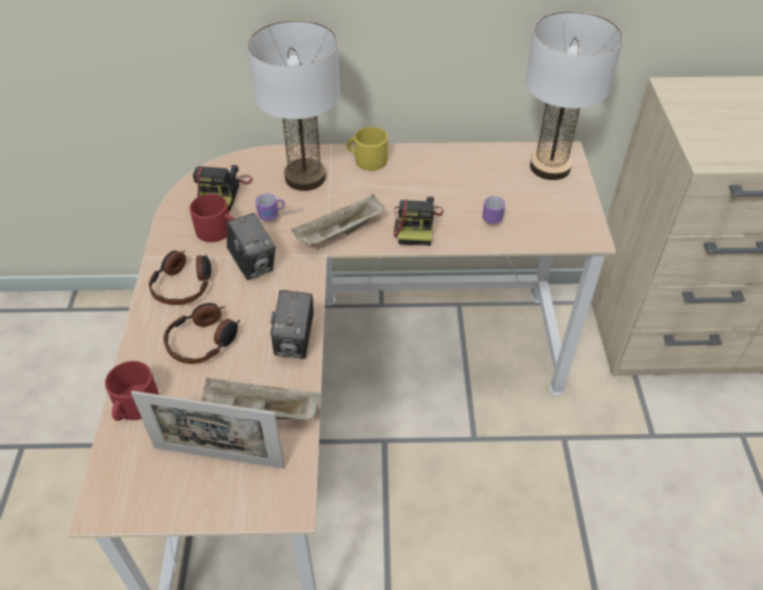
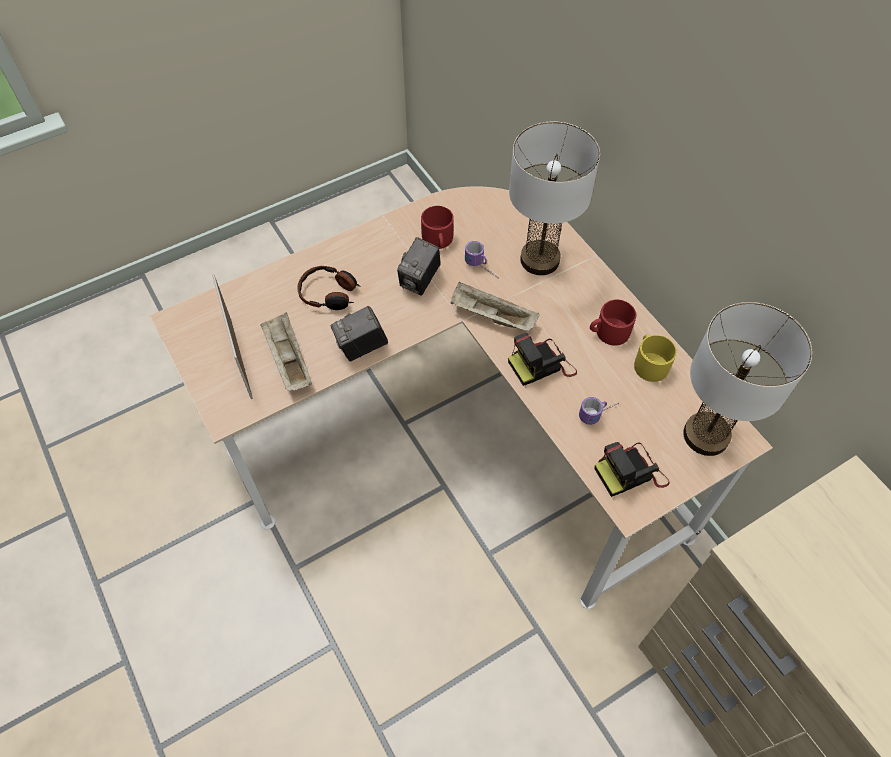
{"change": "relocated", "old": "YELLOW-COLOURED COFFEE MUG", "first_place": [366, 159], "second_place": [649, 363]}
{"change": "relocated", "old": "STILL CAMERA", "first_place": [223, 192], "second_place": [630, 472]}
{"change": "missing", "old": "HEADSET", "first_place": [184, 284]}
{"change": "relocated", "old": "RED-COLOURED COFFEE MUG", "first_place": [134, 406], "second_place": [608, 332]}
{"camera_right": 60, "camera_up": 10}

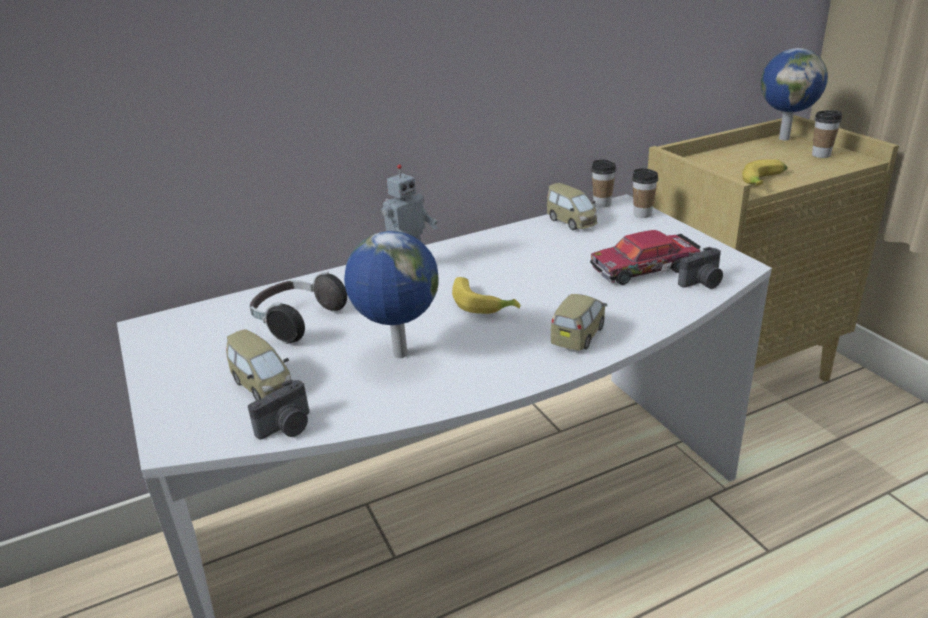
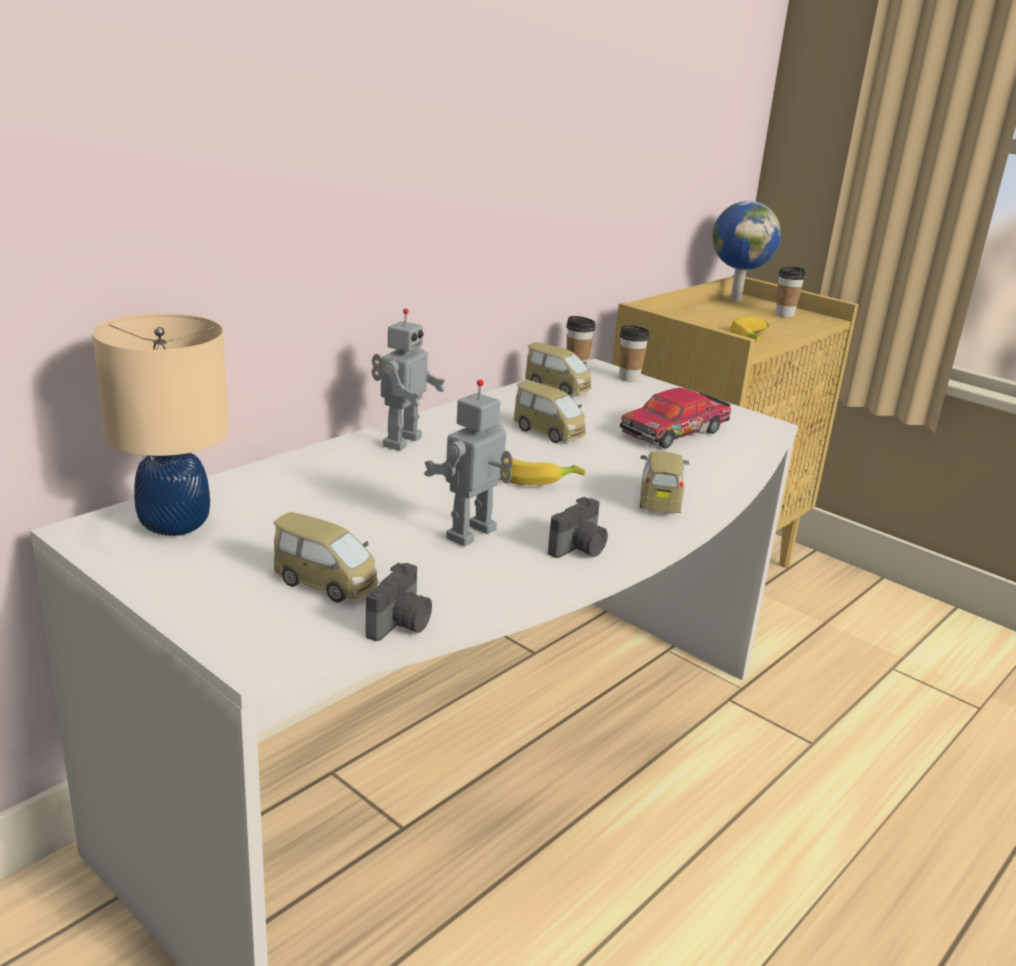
{"change": "exchanged", "old": "GLOBE", "new": "TOY ROBOT", "first_place": [399, 355], "second_place": [473, 535]}
{"change": "relocated", "old": "STILL CAMERA", "first_place": [702, 283], "second_place": [579, 549]}
{"change": "missing", "old": "HEADSET", "first_place": [296, 322]}
{"change": "appeared", "new": "BEIGE-COLOURED TABLETOP LAMP", "second_place": [178, 526]}
{"change": "appeared", "new": "MINIATURE CAR", "second_place": [549, 432]}
{"camera_right": -25, "camera_up": -5}

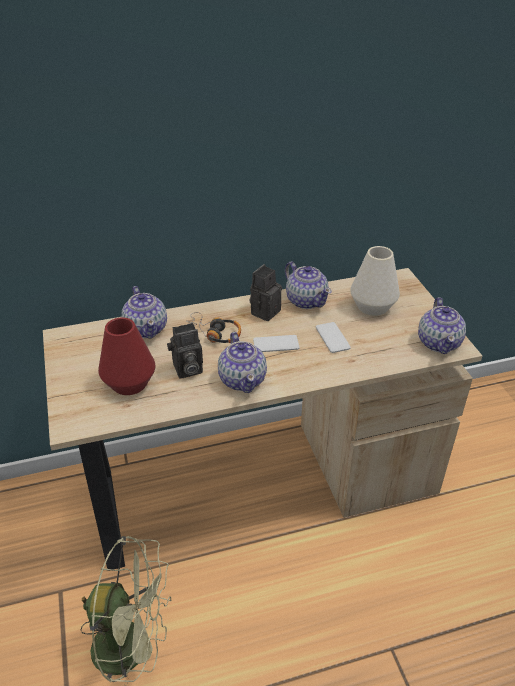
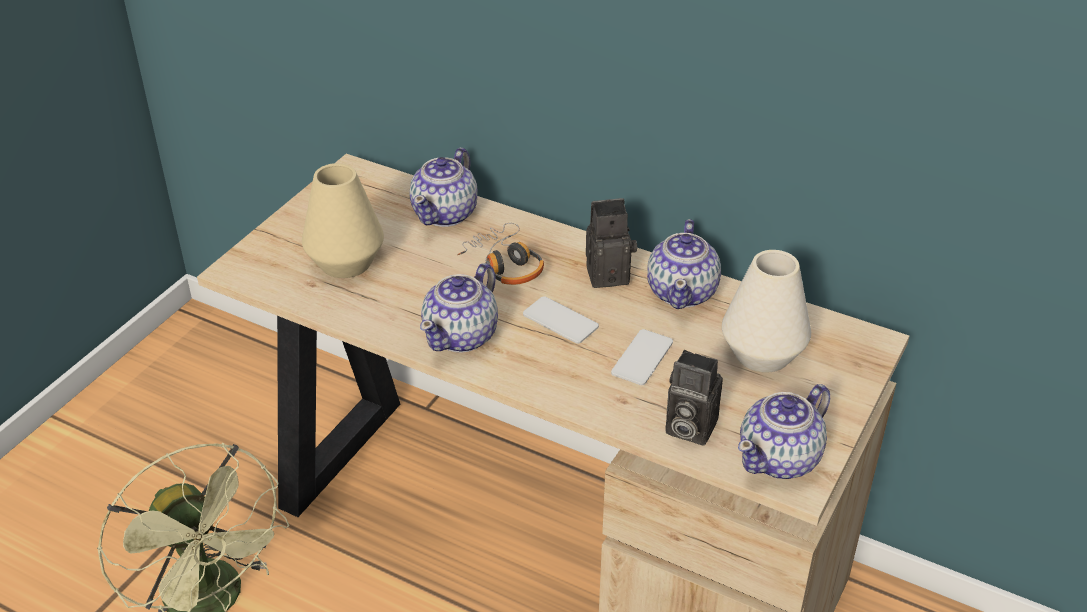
{"change": "colour", "old": "RED-COLOURED VASE", "new": "BEIGE-COLOURED VASE", "first_place": [129, 383], "second_place": [346, 262]}
{"change": "relocated", "old": "STILL CAMERA", "first_place": [186, 370], "second_place": [687, 428]}
{"camera_right": 45, "camera_up": 0}

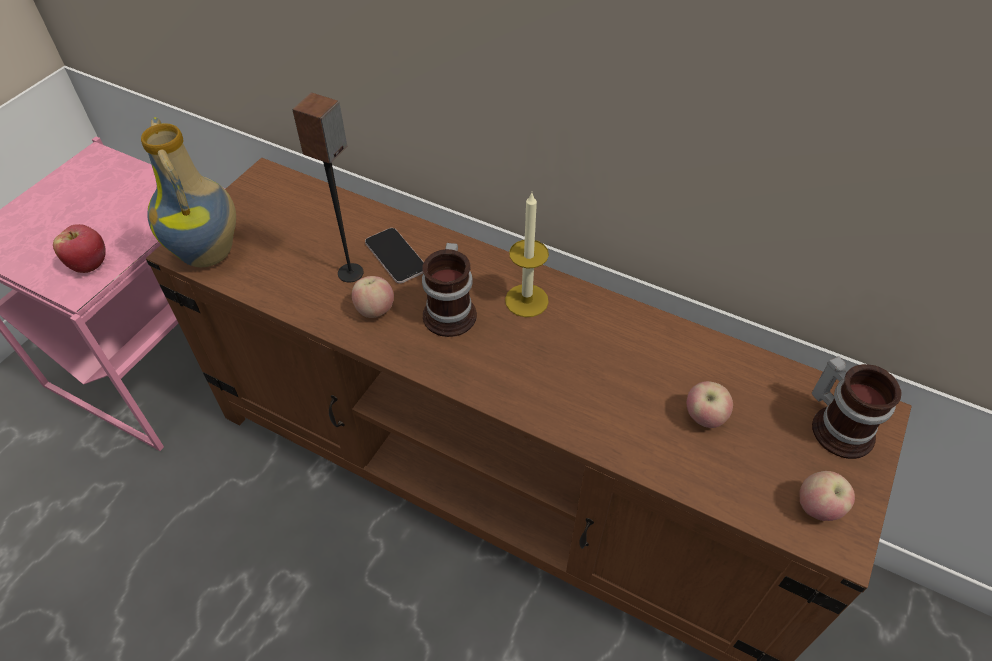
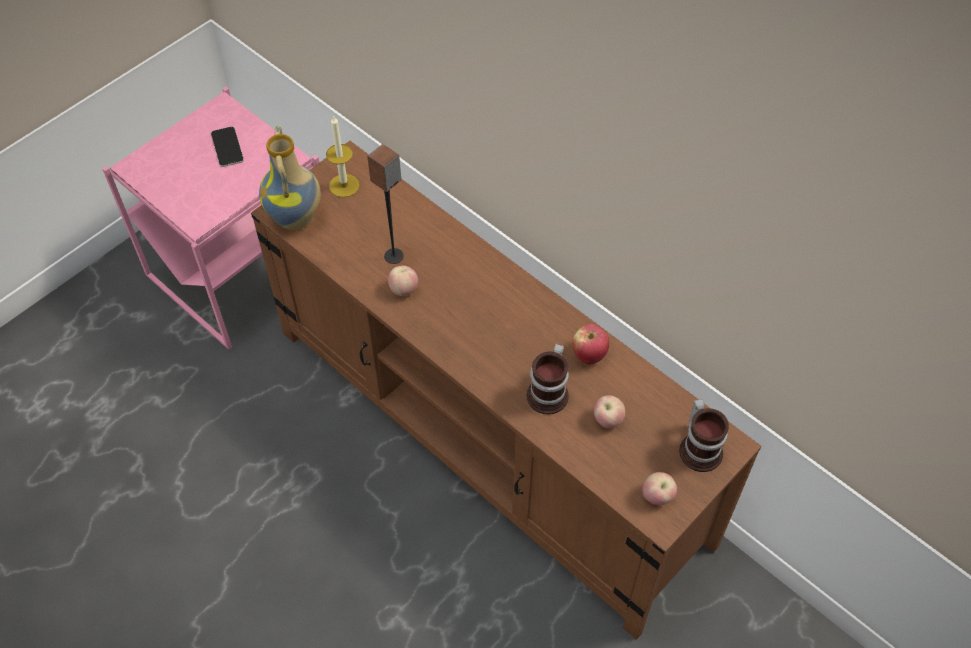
{"change": "relocated", "old": "WAX CANDLE", "first_place": [526, 300], "second_place": [344, 185]}
{"change": "relocated", "old": "APPLE", "first_place": [90, 265], "second_place": [588, 355]}
{"change": "relocated", "old": "TELEPHONE", "first_place": [396, 256], "second_place": [227, 147]}
{"change": "relocated", "old": "COFFEE MUG", "first_place": [453, 311], "second_place": [550, 393]}
{"camera_right": 15, "camera_up": 5}

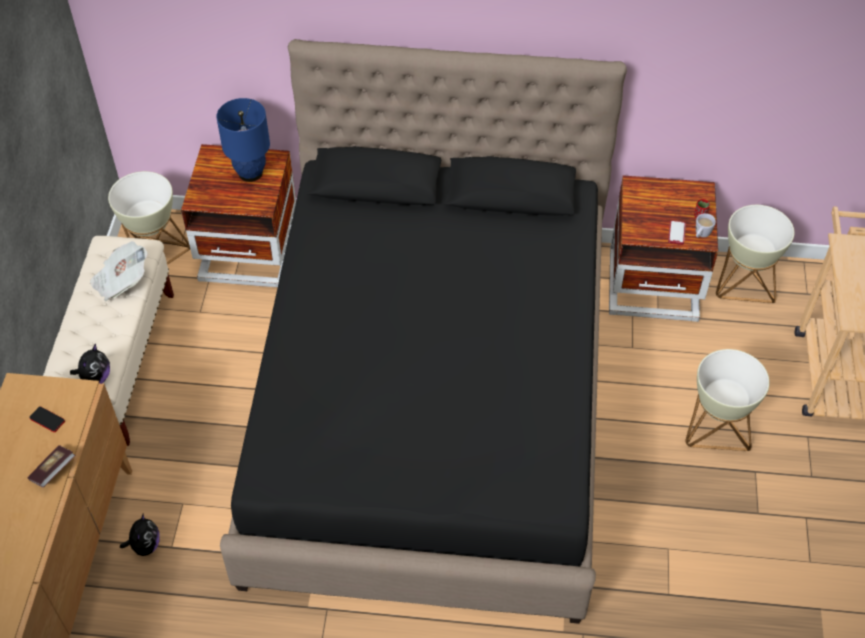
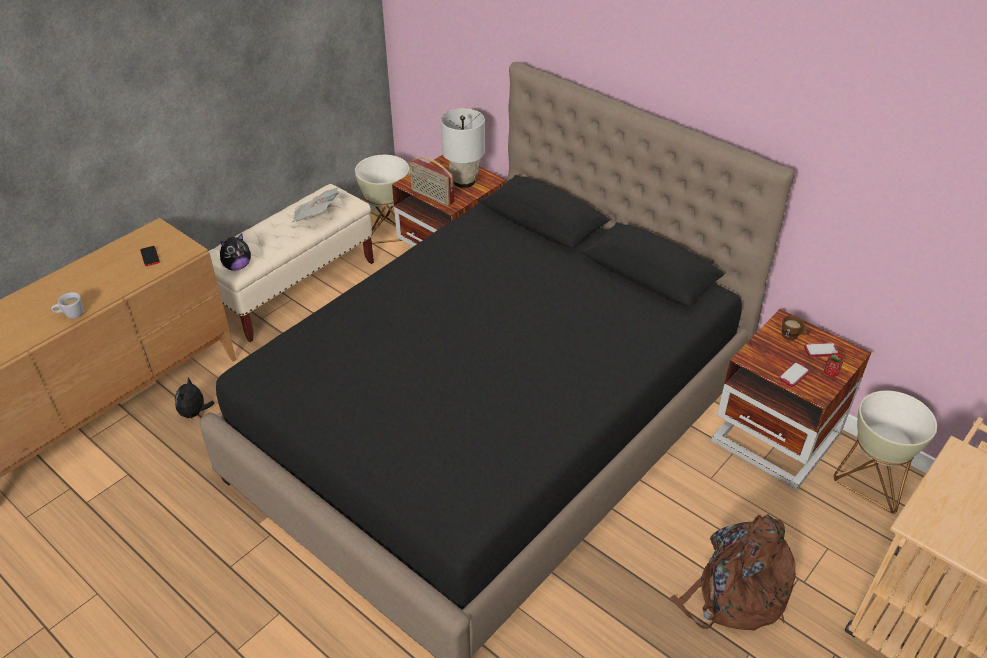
{"change": "colour", "old": "BLUISH TABLETOP LAMP", "new": "WHITE-COLOURED TABLETOP LAMP", "first_place": [250, 173], "second_place": [464, 181]}
{"change": "relocated", "old": "WHITE-COLOURED COFFEE MUG", "first_place": [701, 235], "second_place": [71, 315]}
{"change": "exchanged", "old": "PLANTER", "new": "BROWN-COLOURED BACKPACK", "first_place": [714, 432], "second_place": [734, 593]}
{"change": "missing", "old": "VOLUME", "first_place": [53, 471]}
{"change": "spun", "old": "PLUSH TOY", "first_place": [145, 545], "second_place": [195, 413], "degrees": 150}
{"change": "appeared", "new": "RADIO", "second_place": [432, 196]}
{"change": "appeared", "new": "BROWN-COLOURED COFFEE MUG", "second_place": [793, 337]}
{"change": "appeared", "new": "TELEPHONE", "second_place": [821, 351]}
{"camera_right": 35, "camera_up": -10}

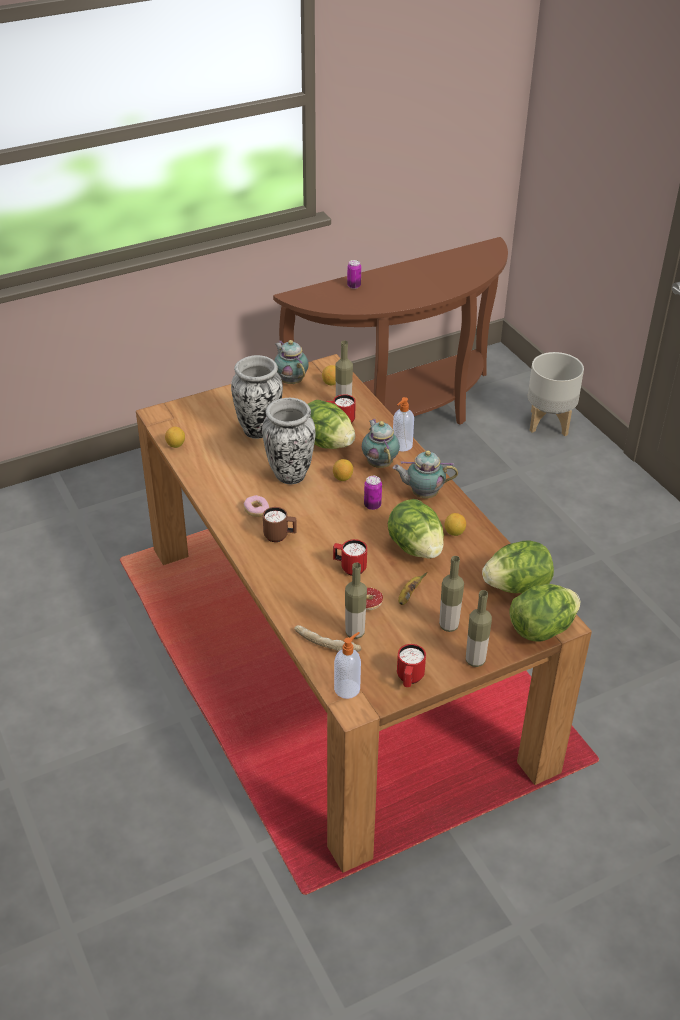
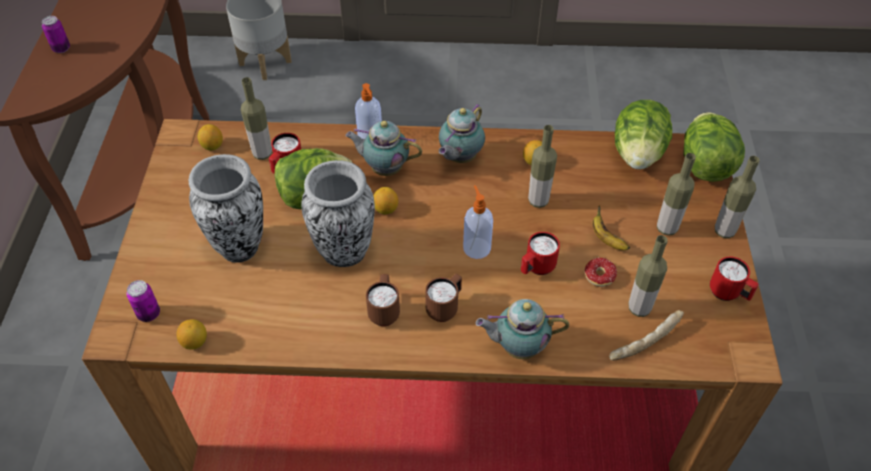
{"change": "relocated", "old": "TEAPOT", "first_place": [291, 380], "second_place": [518, 347]}
{"change": "relocated", "old": "METAL CAN", "first_place": [372, 505], "second_place": [149, 314]}
{"change": "exchanged", "old": "DONUT", "new": "BROWN-COLOURED COFFEE MUG", "first_place": [256, 510], "second_place": [384, 311]}
{"change": "exchanged", "old": "LETTUCE", "new": "BEVERAGE BOTTLE", "first_place": [416, 548], "second_place": [538, 201]}
{"change": "relocated", "old": "SOAP BOTTLE", "first_place": [348, 688], "second_place": [476, 247]}
{"camera_right": -60, "camera_up": 10}

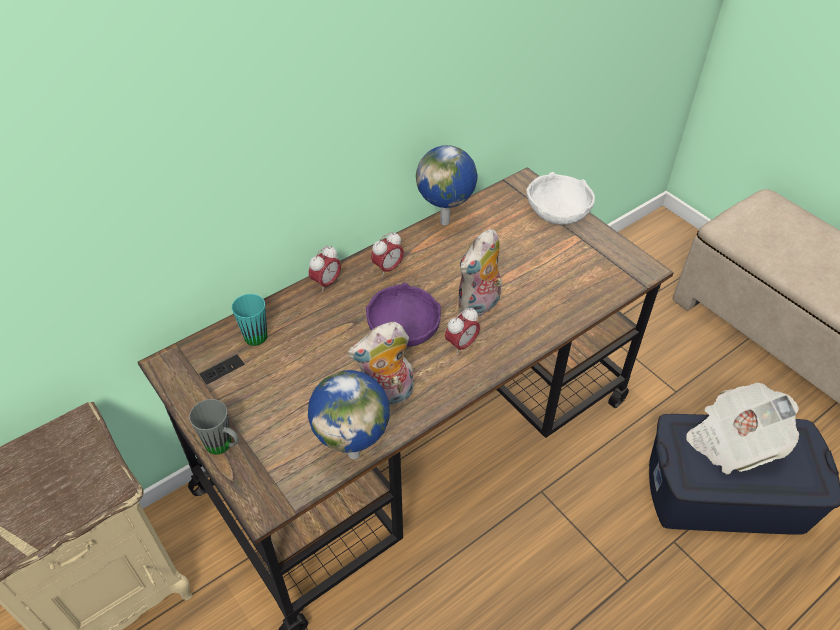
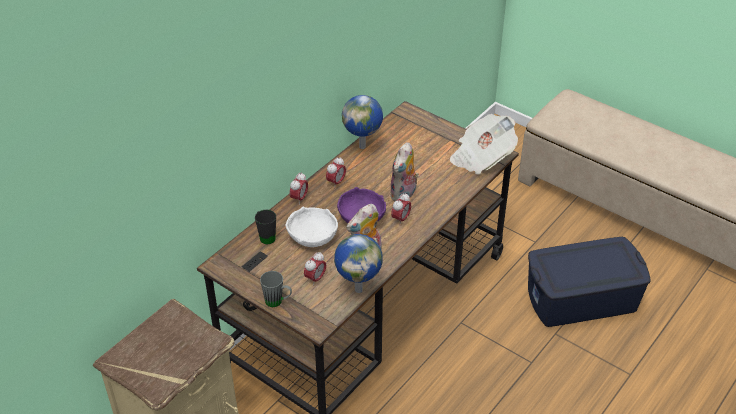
{"change": "relocated", "old": "WHITE-COLOURED DEEP DISH", "first_place": [558, 213], "second_place": [313, 237]}
{"change": "colour", "old": "BLUE-GREEN COFFEE MUG", "new": "BLACKISH COFFEE MUG", "first_place": [255, 332], "second_place": [265, 236]}
{"change": "relocated", "old": "PRINTED PAPER", "first_place": [733, 441], "second_place": [481, 157]}
{"change": "appeared", "new": "ALARM CLOCK", "second_place": [315, 279]}
{"camera_right": -15, "camera_up": -5}

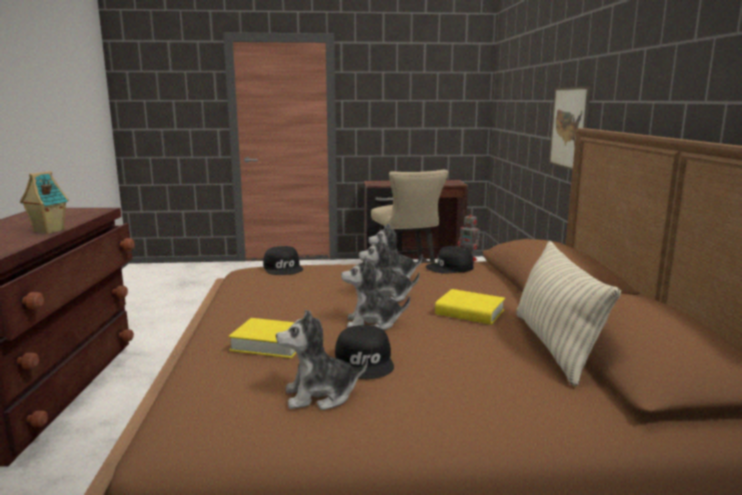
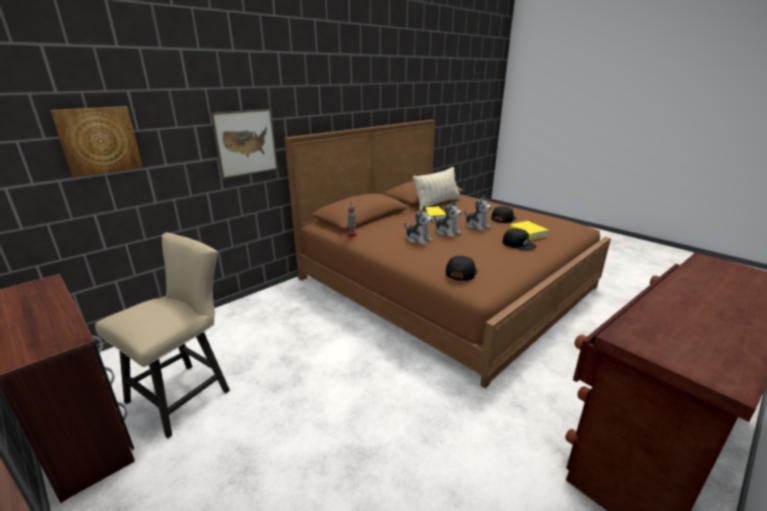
{"change": "missing", "old": "TOY HOUSE", "first_place": [48, 231]}
{"change": "relocated", "old": "BLACKISH PEAKED CAP", "first_place": [450, 268], "second_place": [518, 244]}
{"change": "missing", "old": "PLUSH TOY", "first_place": [320, 395]}
{"change": "appeared", "new": "WALL PICTURE", "second_place": [99, 140]}
{"camera_right": -130, "camera_up": 10}

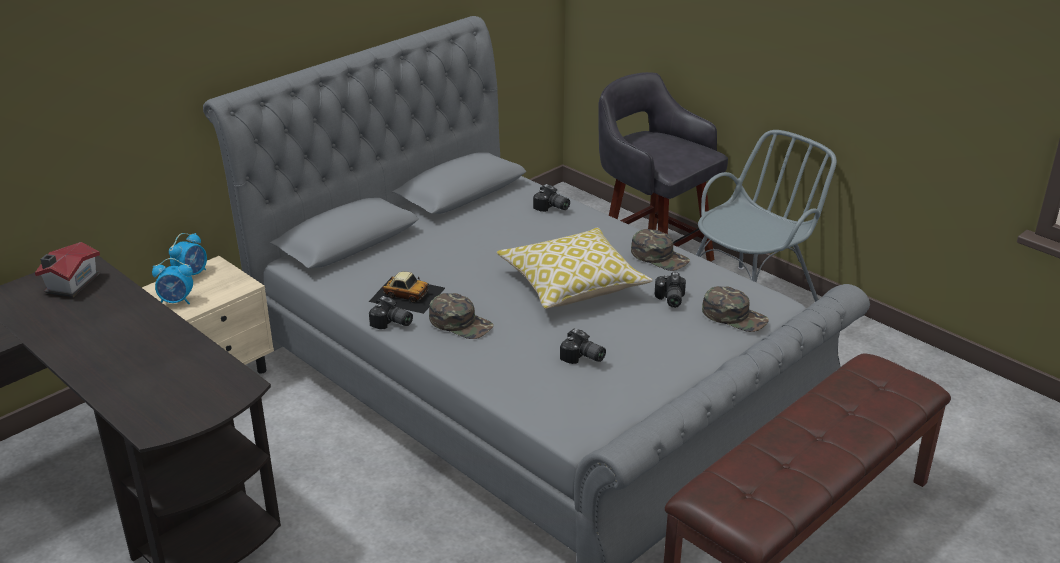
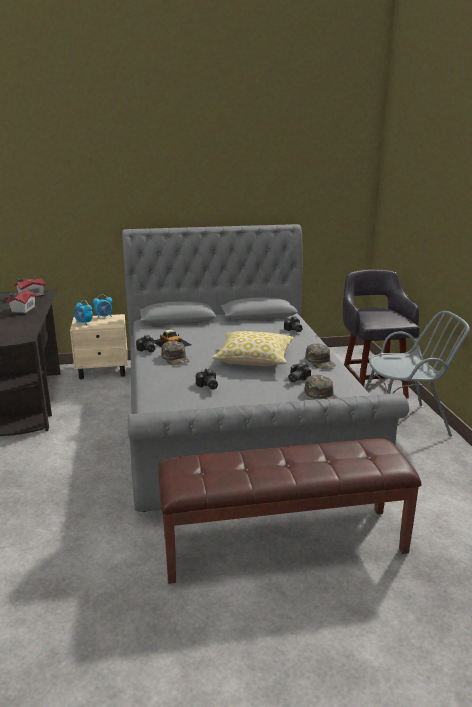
{"change": "appeared", "new": "TOY HOUSE", "second_place": [22, 310]}
{"camera_right": 35, "camera_up": -10}

